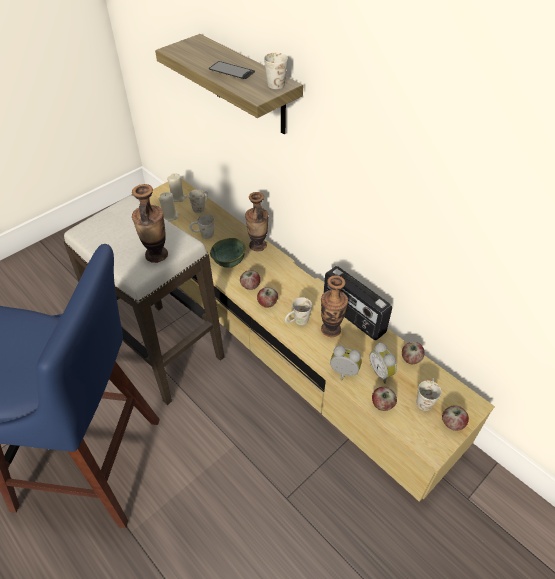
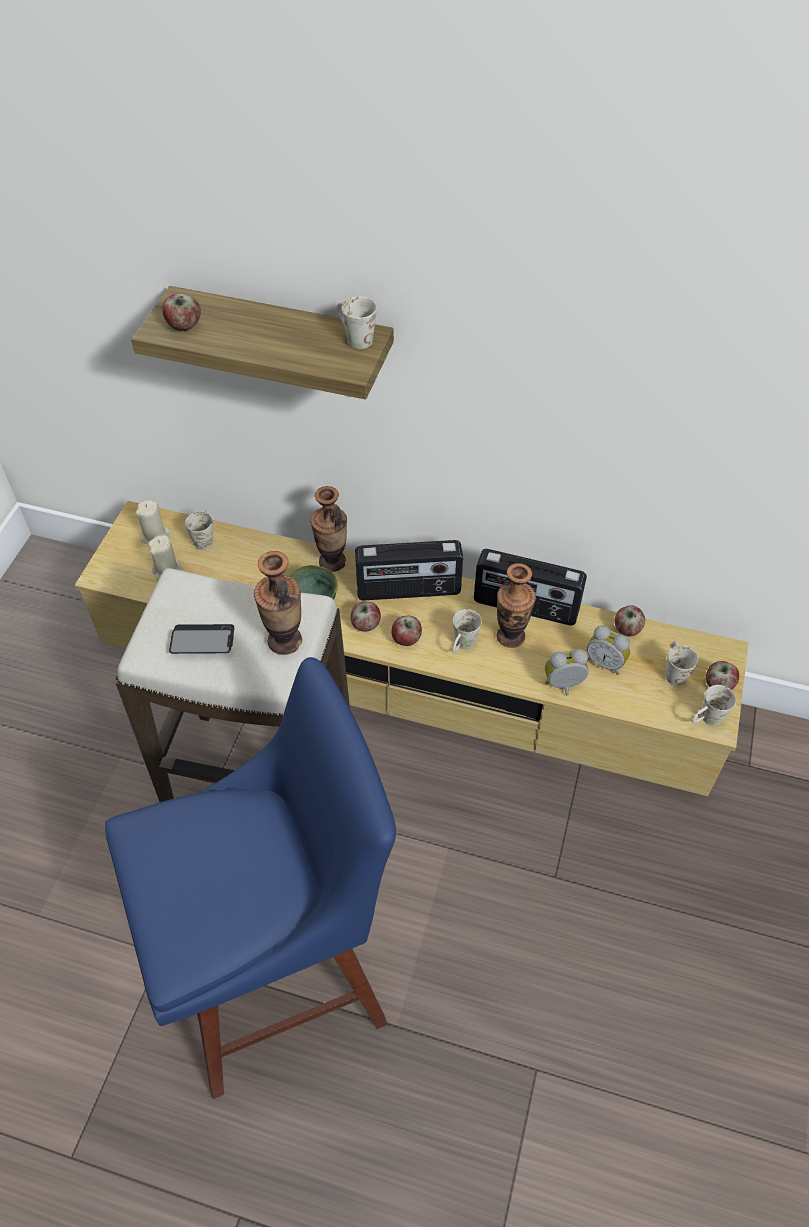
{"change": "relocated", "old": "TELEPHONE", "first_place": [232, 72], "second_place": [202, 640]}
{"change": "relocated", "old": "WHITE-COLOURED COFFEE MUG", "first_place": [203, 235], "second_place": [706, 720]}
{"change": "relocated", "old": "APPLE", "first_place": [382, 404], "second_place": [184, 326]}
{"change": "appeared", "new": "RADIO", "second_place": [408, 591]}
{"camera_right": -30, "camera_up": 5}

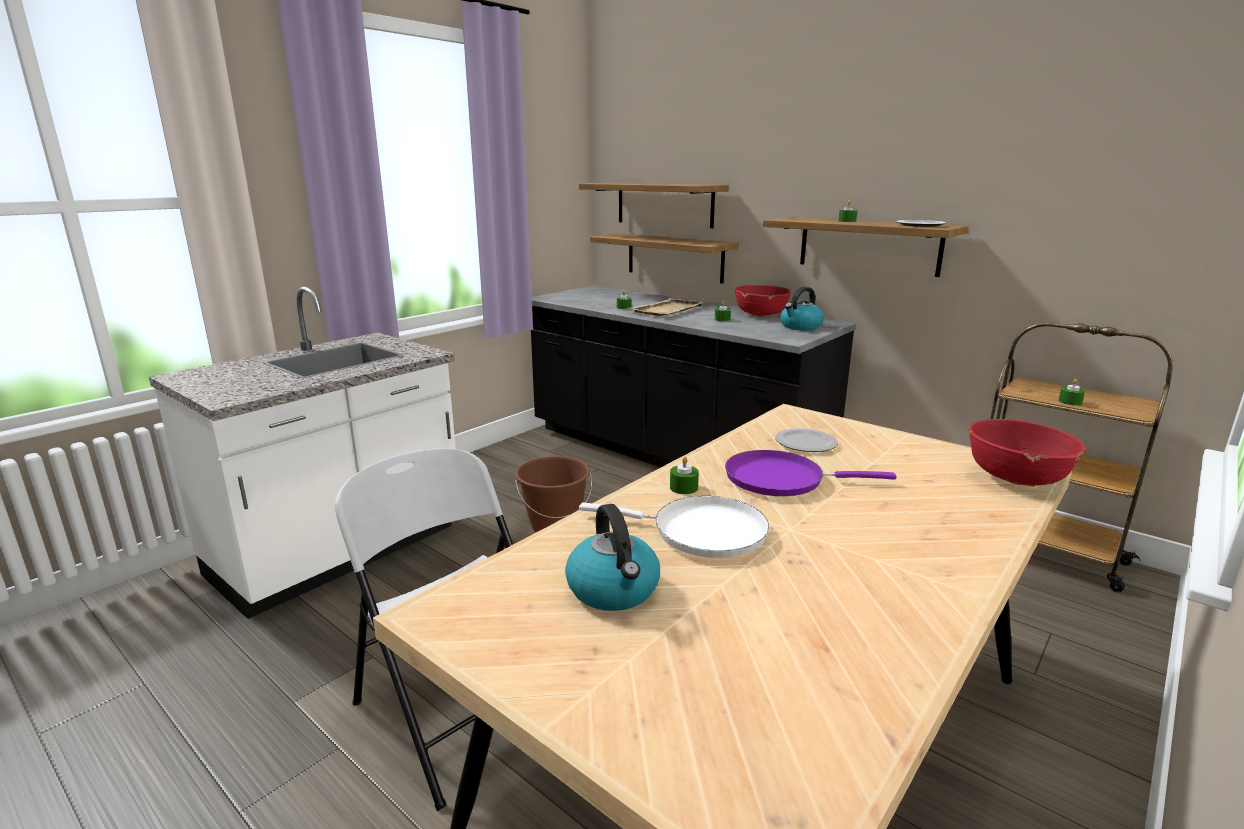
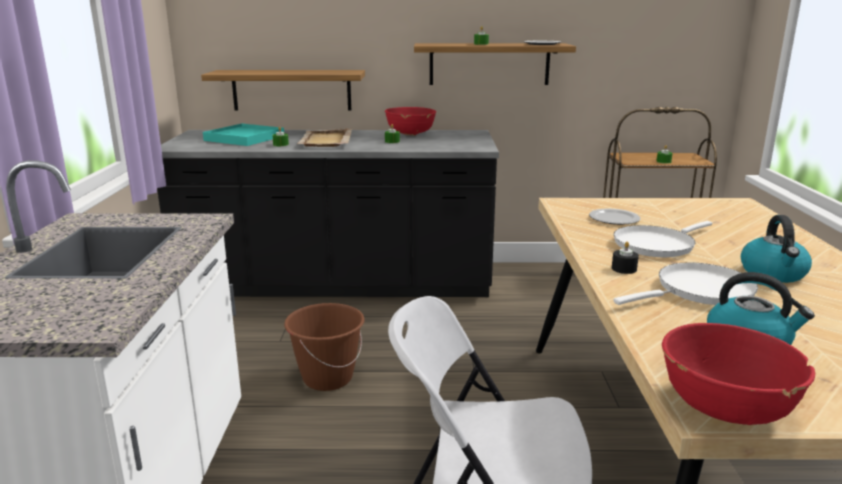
{"change": "missing", "old": "BRACKET SHELF", "first_place": [664, 204]}
{"change": "relocated", "old": "WATER KETTLE", "first_place": [800, 327], "second_place": [773, 273]}
{"change": "relocated", "old": "RED-COLOURED DEEP DISH", "first_place": [1016, 478], "second_place": [725, 407]}
{"change": "colour", "old": "PURPLISH PAN", "new": "WHITE-COLOURED PAN", "first_place": [781, 479], "second_place": [656, 245]}
{"change": "colour", "old": "GREEN-COLOURED WAX CANDLE", "new": "BLACKISH WAX CANDLE", "first_place": [683, 488], "second_place": [624, 269]}
{"change": "appeared", "new": "BLUE-GREEN TRAY", "second_place": [244, 138]}
{"camera_right": -40, "camera_up": 0}

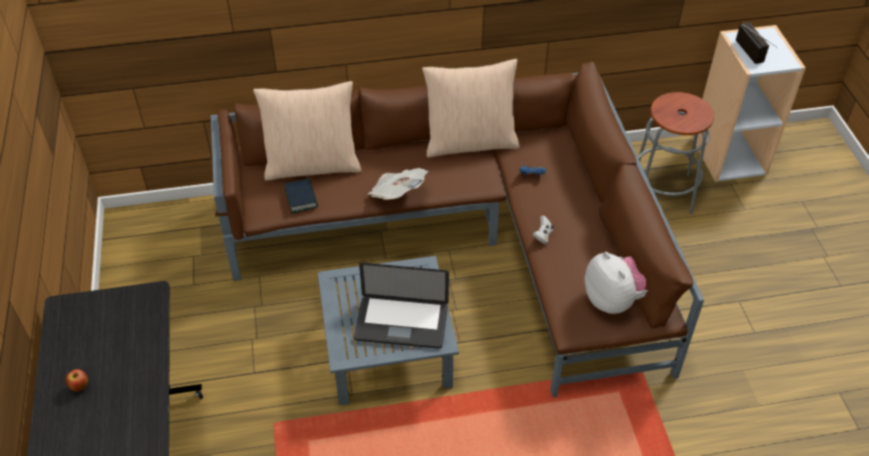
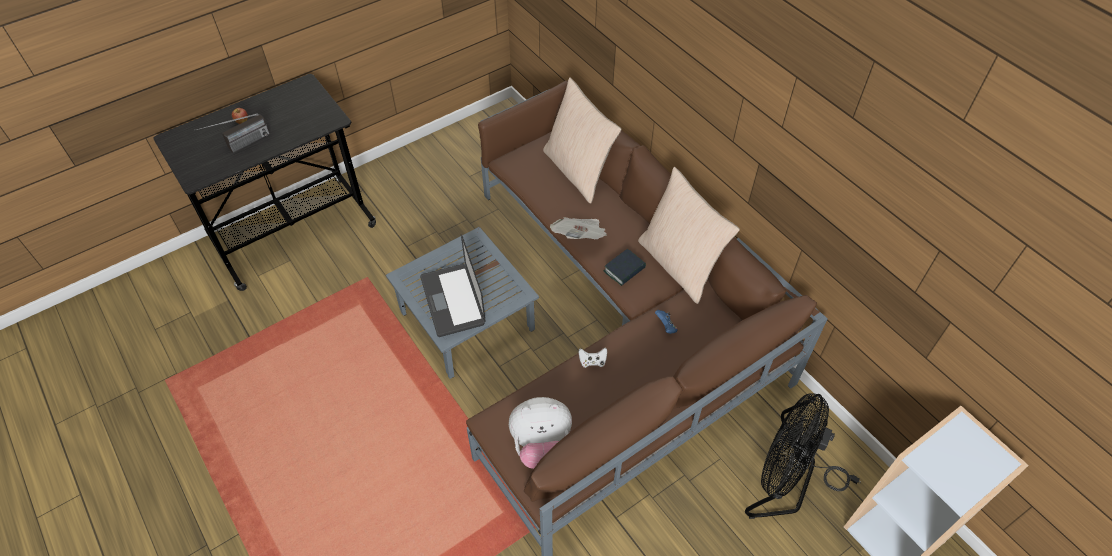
{"change": "relocated", "old": "RADIO", "first_place": [756, 57], "second_place": [239, 146]}
{"change": "exchanged", "old": "GRAY SITTING STOOL", "new": "BLACKISH FAN", "first_place": [662, 191], "second_place": [790, 476]}
{"change": "relocated", "old": "VOLUME", "first_place": [301, 198], "second_place": [624, 270]}
{"change": "spun", "old": "PLUSH TOY", "first_place": [613, 300], "second_place": [541, 446], "degrees": 45}
{"camera_right": 65, "camera_up": 5}

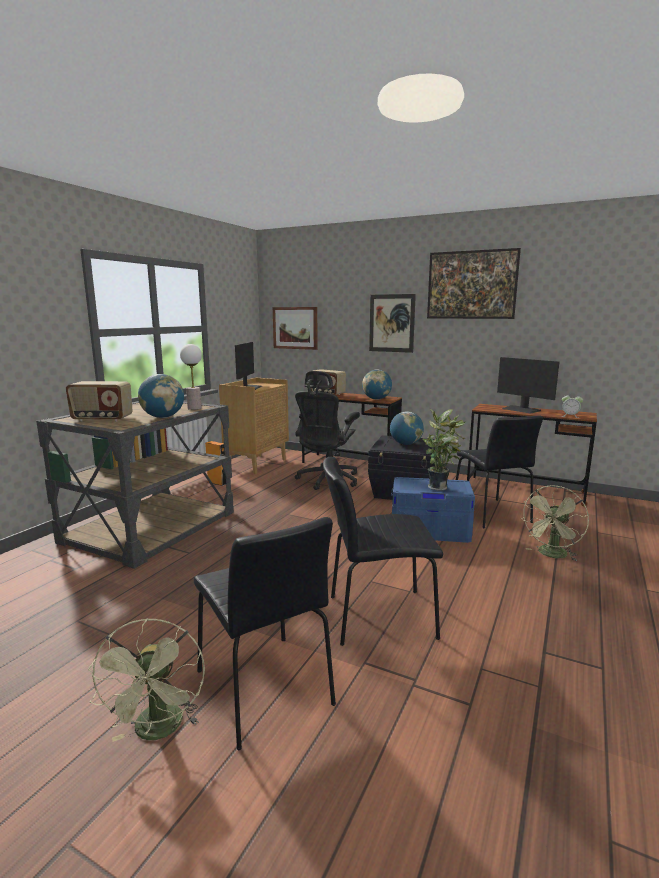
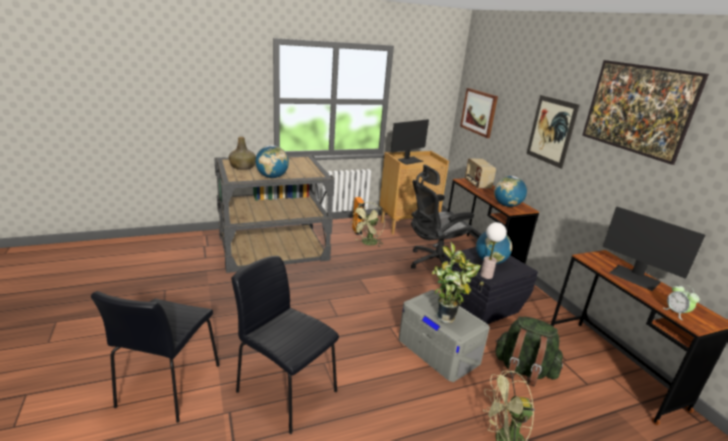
{"change": "relocated", "old": "TABLETOP LAMP", "first_place": [194, 408], "second_place": [486, 275]}
{"change": "spun", "old": "MONITOR", "first_place": [521, 409], "second_place": [635, 277], "degrees": -45}
{"change": "exchanged", "old": "RADIO", "new": "GREEN-COLOURED BEVERAGE BOTTLE", "first_place": [102, 419], "second_place": [243, 167]}
{"change": "exchanged", "old": "BLACKISH UPRIGHT CHAIR", "new": "GREEN-COLOURED BACKPACK", "first_place": [492, 514], "second_place": [523, 370]}
{"change": "colour", "old": "BLUISH STORAGE CONTAINER", "new": "GRAY STORAGE CONTAINER", "first_place": [430, 529], "second_place": [438, 350]}
{"change": "relocated", "old": "GREEN-COLOURED FAN", "first_place": [158, 731], "second_place": [367, 243]}
{"camera_right": 40, "camera_up": 10}

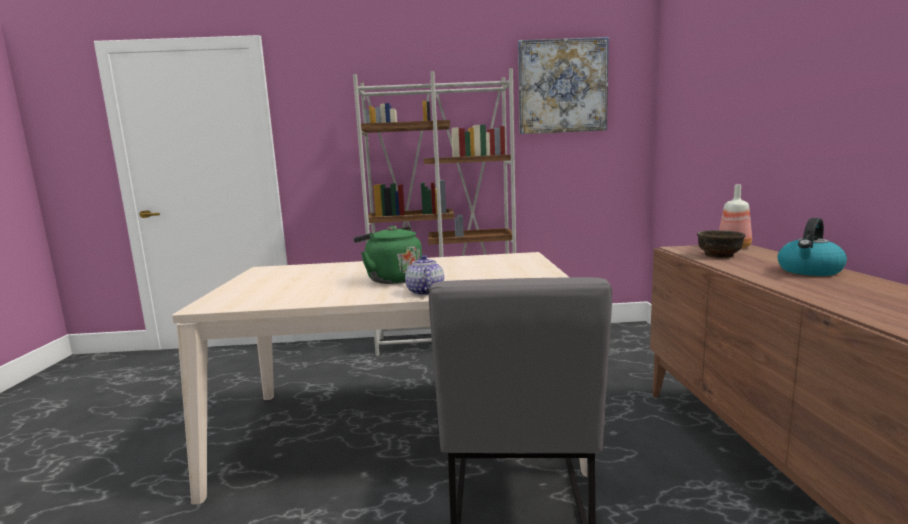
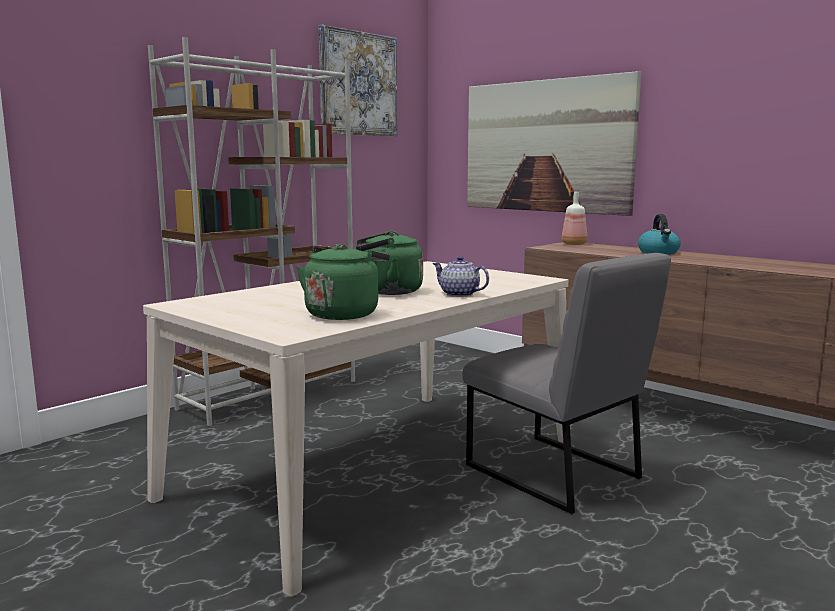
{"change": "missing", "old": "BROWN-COLOURED DEEP DISH", "first_place": [718, 255]}
{"change": "appeared", "new": "WALL PICTURE", "second_place": [546, 146]}
{"change": "appeared", "new": "GREEN-COLOURED WATER KETTLE", "second_place": [344, 314]}
{"camera_right": -45, "camera_up": 0}

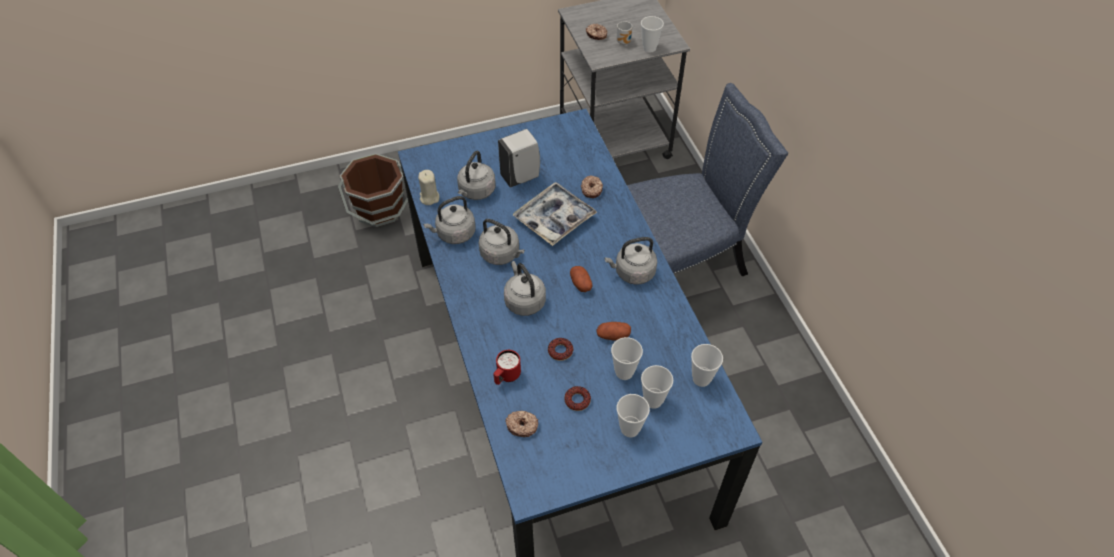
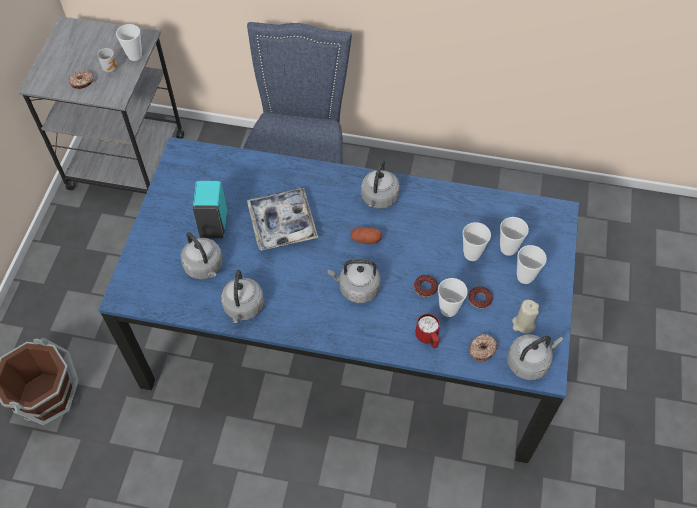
{"change": "colour", "old": "WHITE-COLOURED SOAP BOTTLE", "new": "BLUE-GREEN SOAP BOTTLE", "first_place": [521, 176], "second_place": [214, 224]}
{"change": "relocated", "old": "BEIGE-COLOURED WAX CANDLE", "first_place": [429, 197], "second_place": [523, 324]}
{"change": "missing", "old": "DONUT", "first_place": [592, 189]}
{"change": "relocated", "old": "GRAY WATER KETTLE", "first_place": [501, 254], "second_place": [529, 362]}
{"change": "missing", "old": "WHOLE POTATO", "first_place": [613, 335]}
{"change": "relocated", "old": "SMALL CUP", "first_place": [701, 379], "second_place": [448, 309]}
{"camera_right": -60, "camera_up": 5}

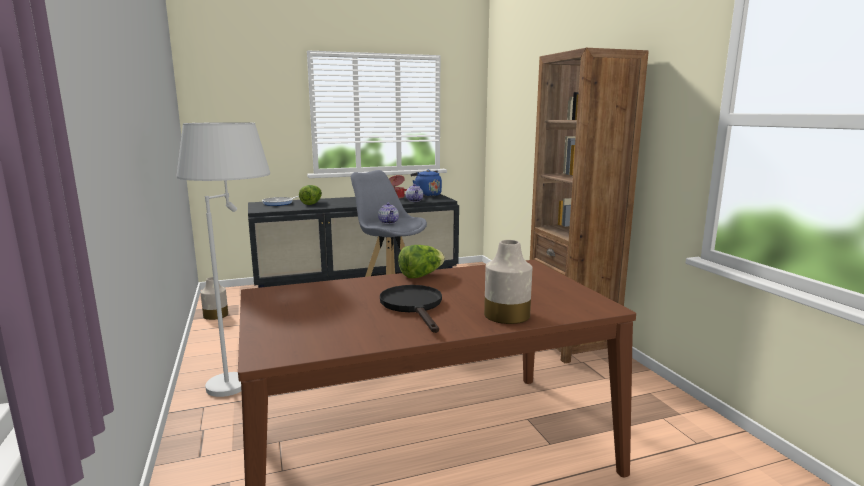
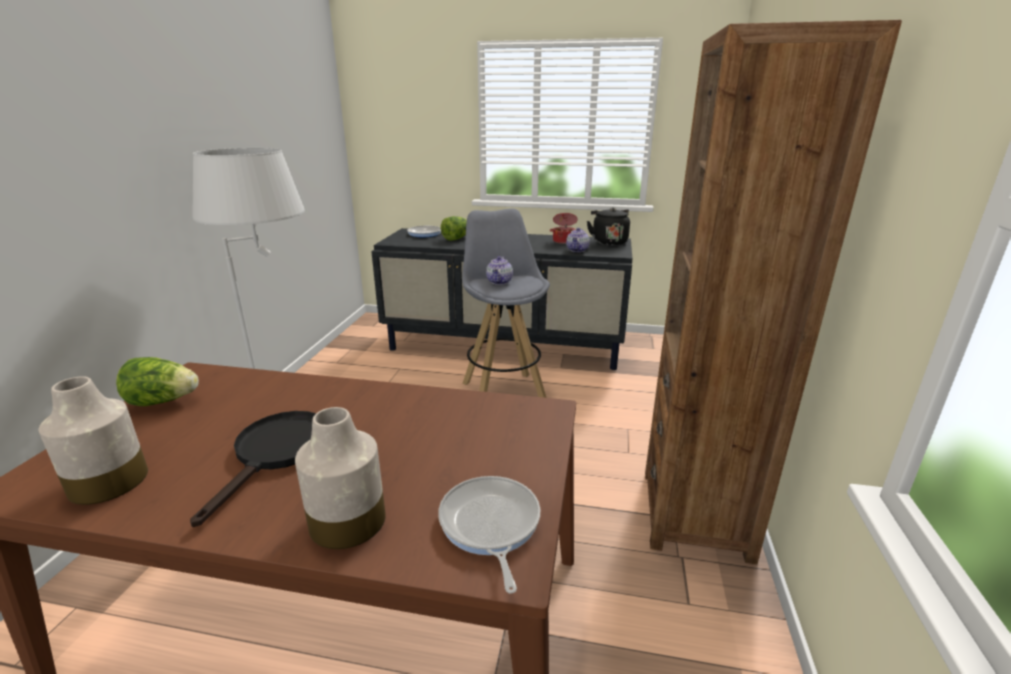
{"change": "colour", "old": "BLUISH WATER KETTLE", "new": "BLACKISH WATER KETTLE", "first_place": [426, 195], "second_place": [608, 242]}
{"change": "relocated", "old": "LETTUCE", "first_place": [421, 275], "second_place": [163, 401]}
{"change": "relocated", "old": "BEIGE-COLOURED VASE", "first_place": [216, 315], "second_place": [108, 481]}
{"change": "appeared", "new": "PAN", "second_place": [490, 525]}
{"camera_right": 30, "camera_up": 10}

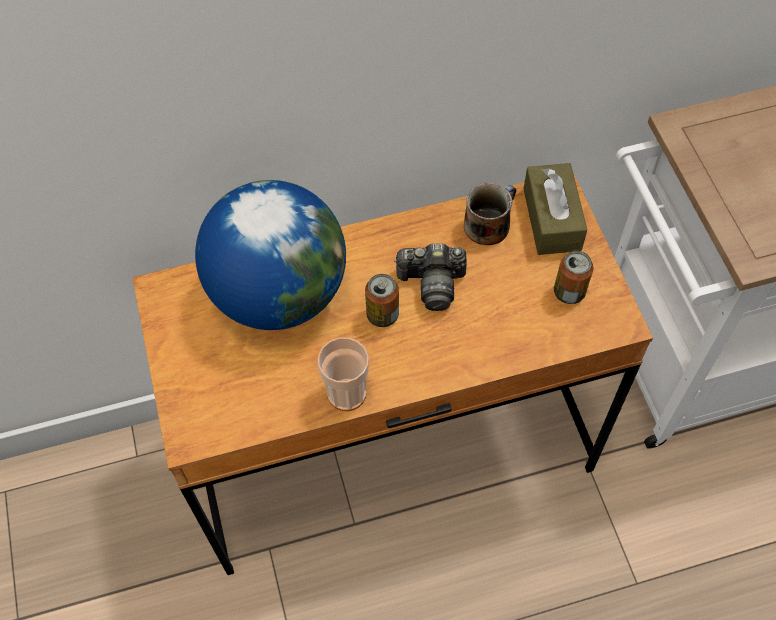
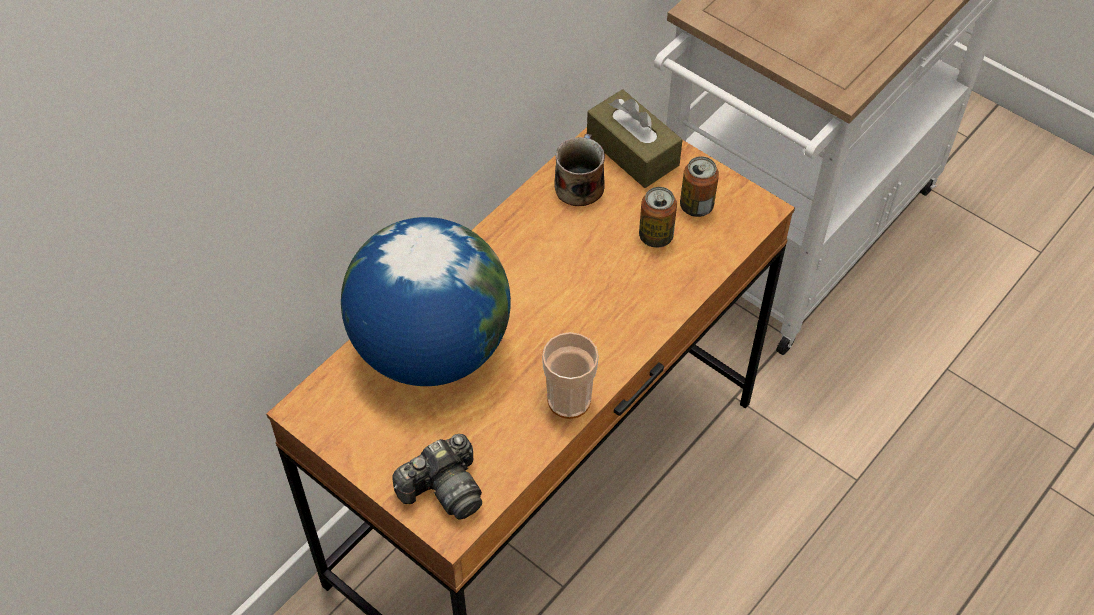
{"change": "relocated", "old": "STILL CAMERA", "first_place": [432, 283], "second_place": [443, 489]}
{"change": "relocated", "old": "METAL CAN", "first_place": [382, 315], "second_place": [655, 236]}
{"camera_right": -35, "camera_up": -5}

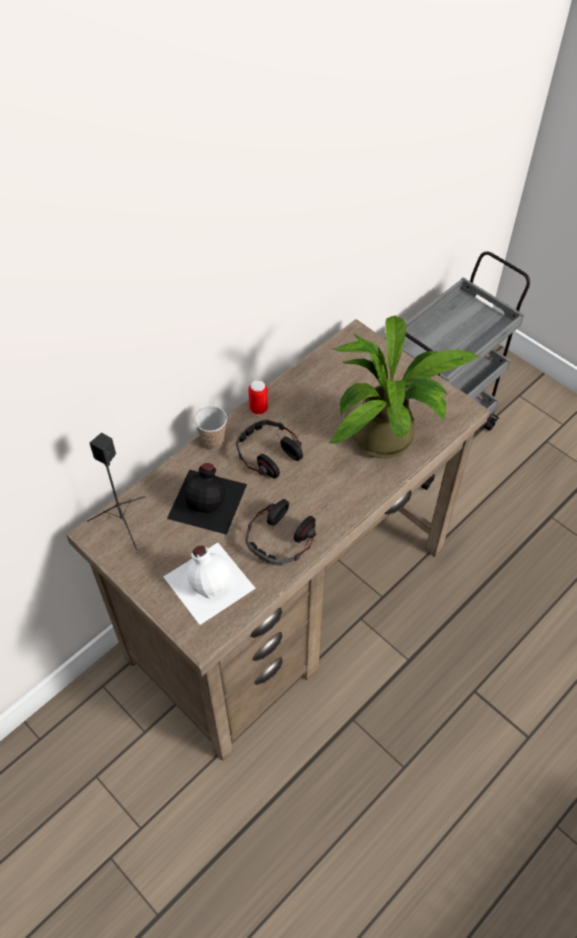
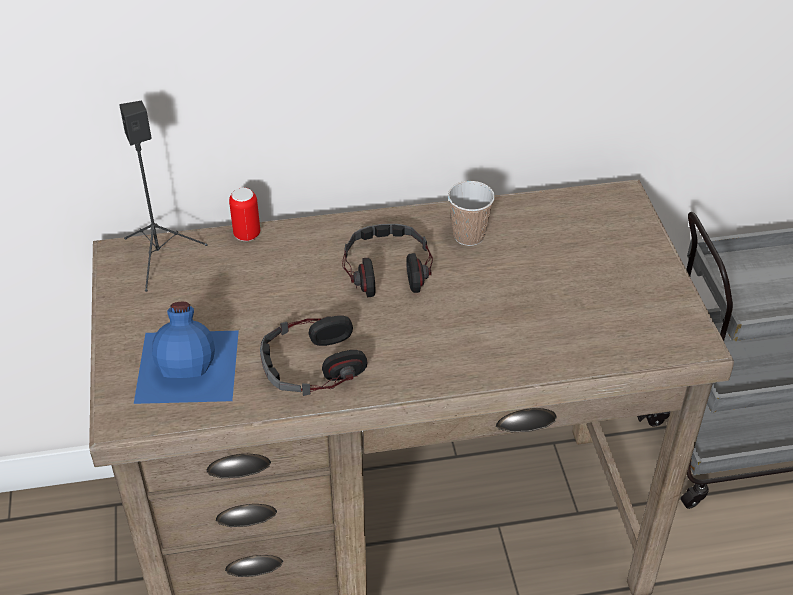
{"change": "missing", "old": "PLANT IN A POT", "first_place": [390, 437]}
{"change": "relocated", "old": "METAL CAN", "first_place": [258, 409], "second_place": [247, 234]}
{"change": "relocated", "old": "SMALL CUP", "first_place": [213, 441], "second_place": [468, 236]}
{"change": "missing", "old": "BLACKISH BEVERAGE BOTTLE", "first_place": [209, 500]}
{"change": "colour", "old": "WHITE-COLOURED BEVERAGE BOTTLE", "new": "BLUISH BEVERAGE BOTTLE", "first_place": [209, 581], "second_place": [189, 364]}
{"camera_right": 35, "camera_up": -10}

